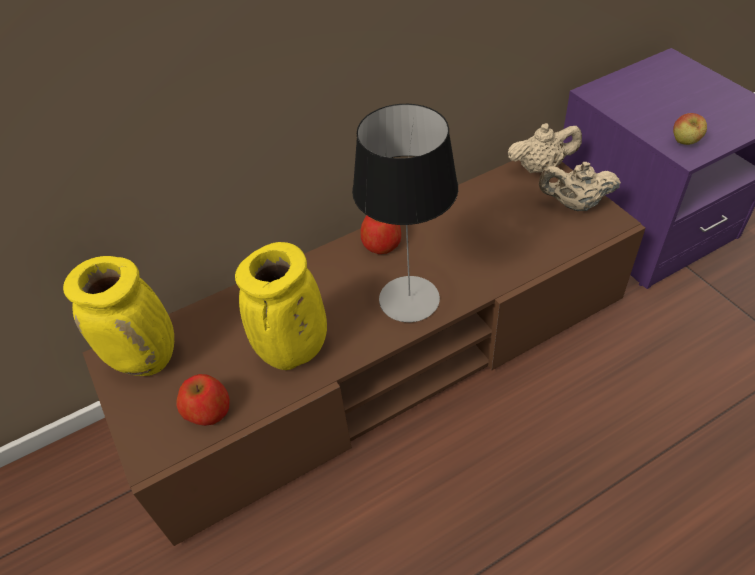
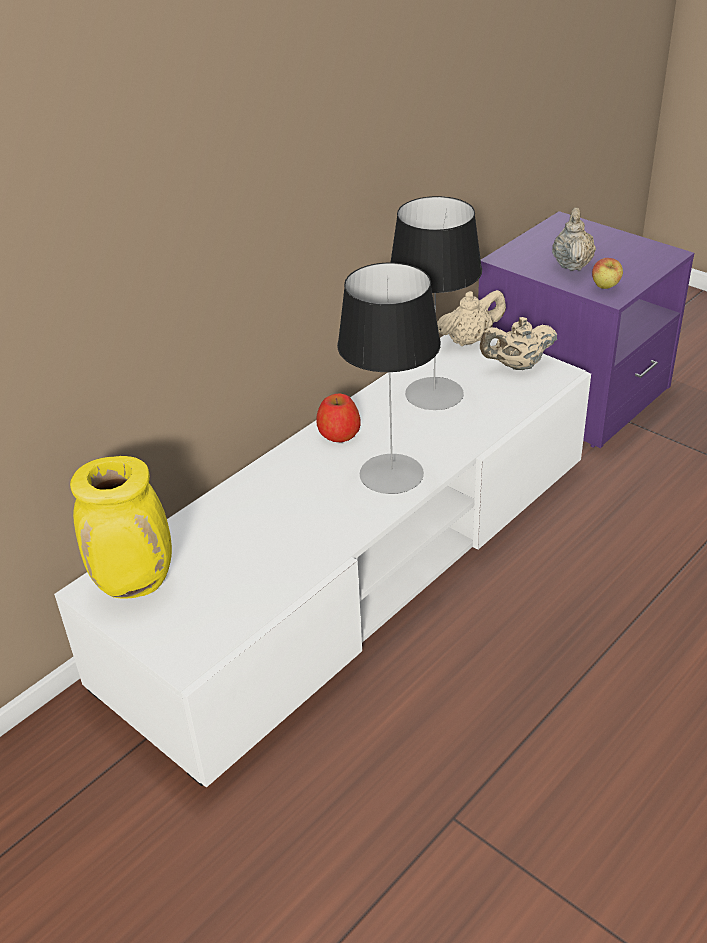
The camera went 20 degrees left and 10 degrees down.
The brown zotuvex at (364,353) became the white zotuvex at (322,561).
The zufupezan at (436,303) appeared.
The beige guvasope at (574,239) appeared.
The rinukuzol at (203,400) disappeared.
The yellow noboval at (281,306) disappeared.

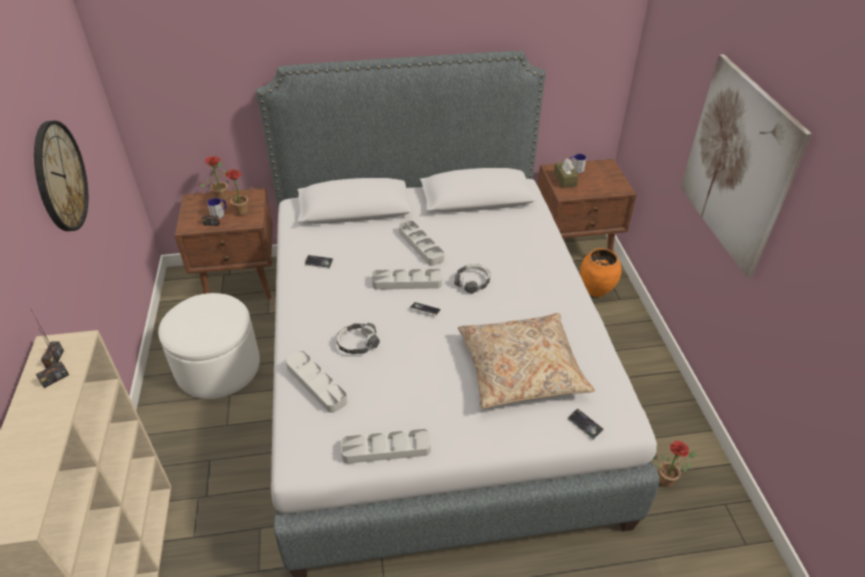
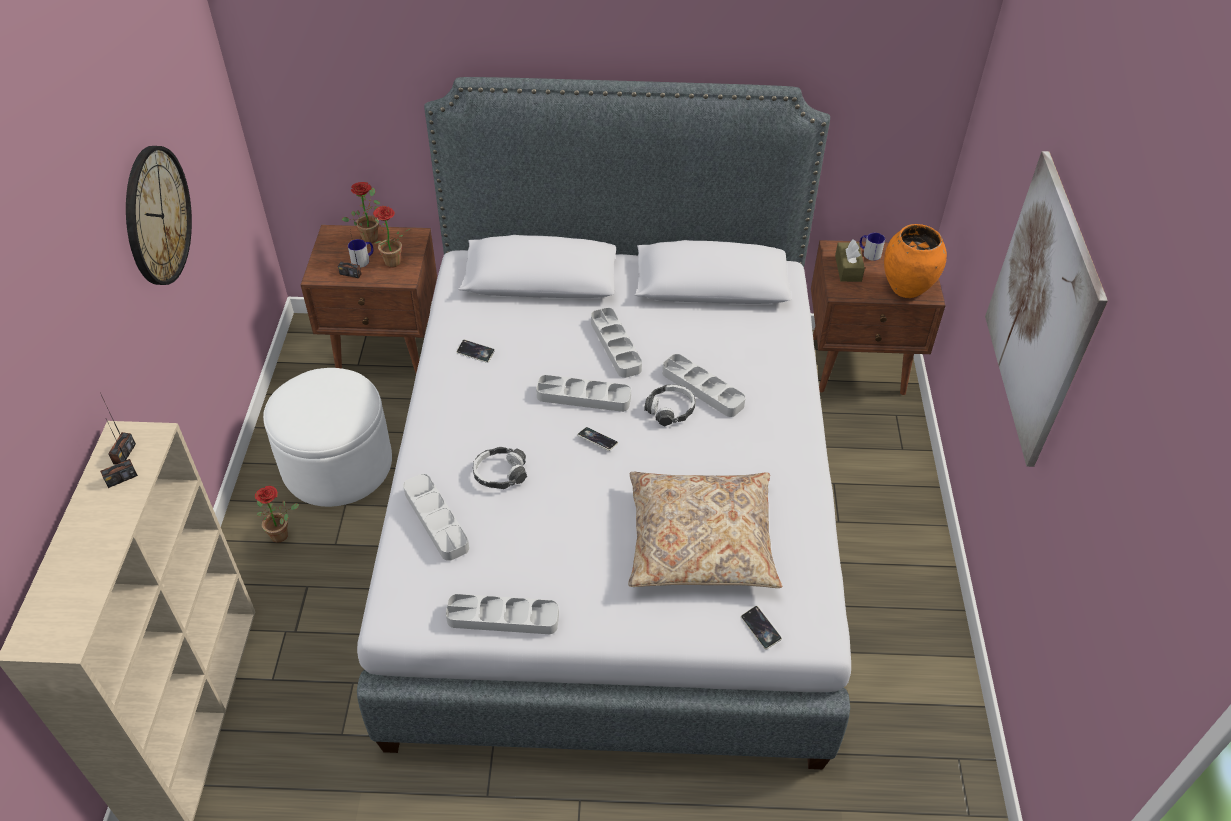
The camera went 10 degrees right and 5 degrees up.
The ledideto moved from (675,464) to (277,514).
The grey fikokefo at (704,385) appeared.
The orange noboval moved from (601,272) to (915,261).

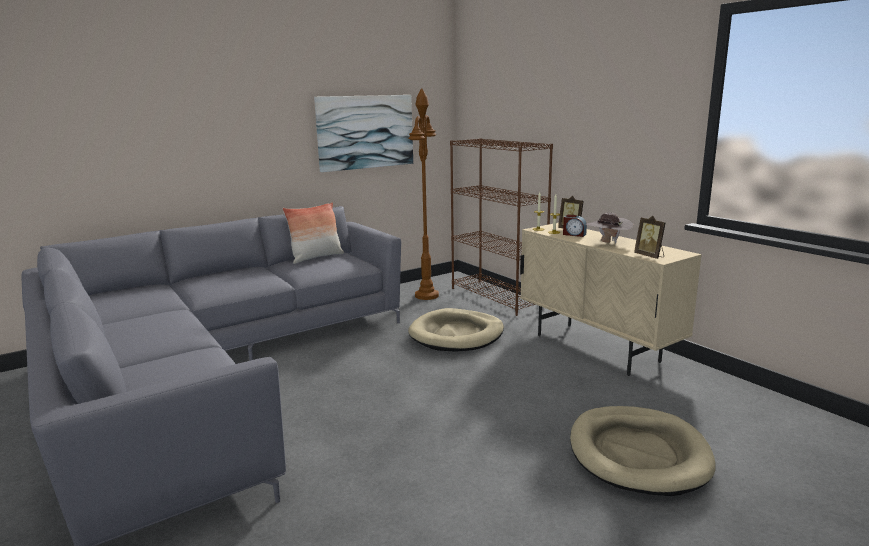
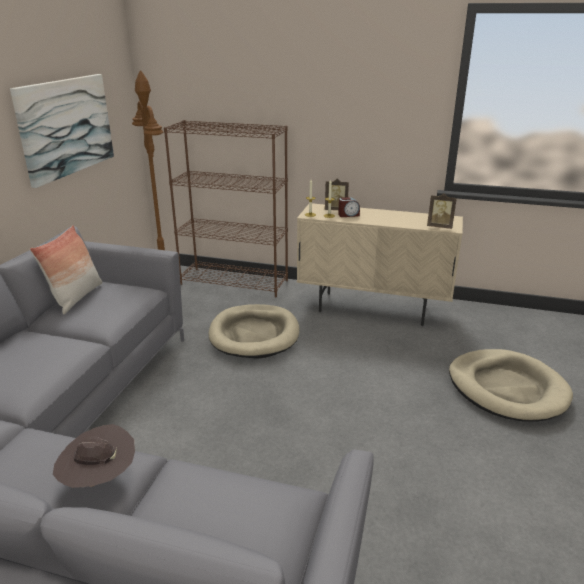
The camera went 40 degrees left and 10 degrees up.
The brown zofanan moved from (609,227) to (94,456).

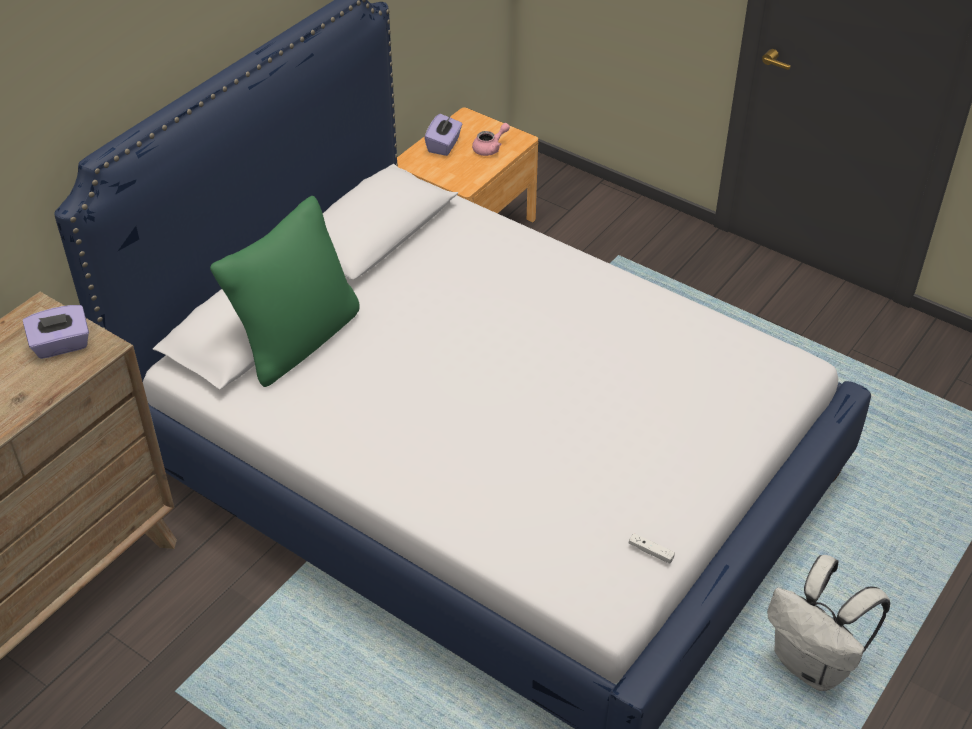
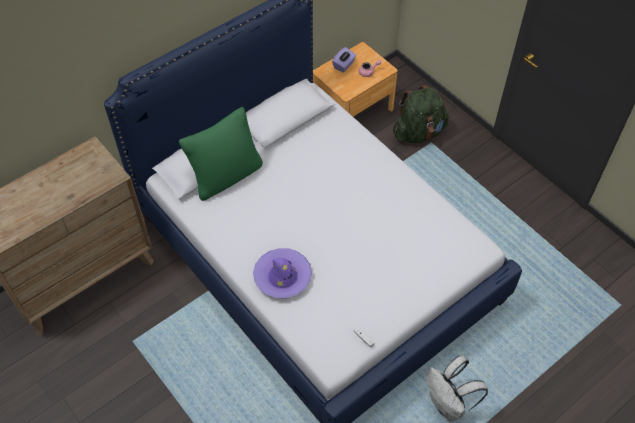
The camera went 15 degrees right and 10 degrees up.
The purple zofanan at (282,273) appeared.
The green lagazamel at (421,114) appeared.
The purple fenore at (56,332) disappeared.

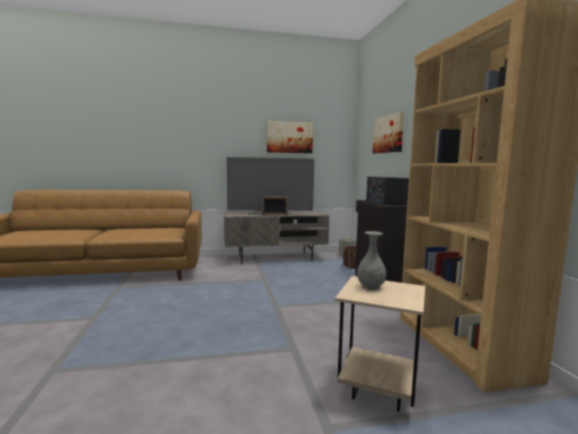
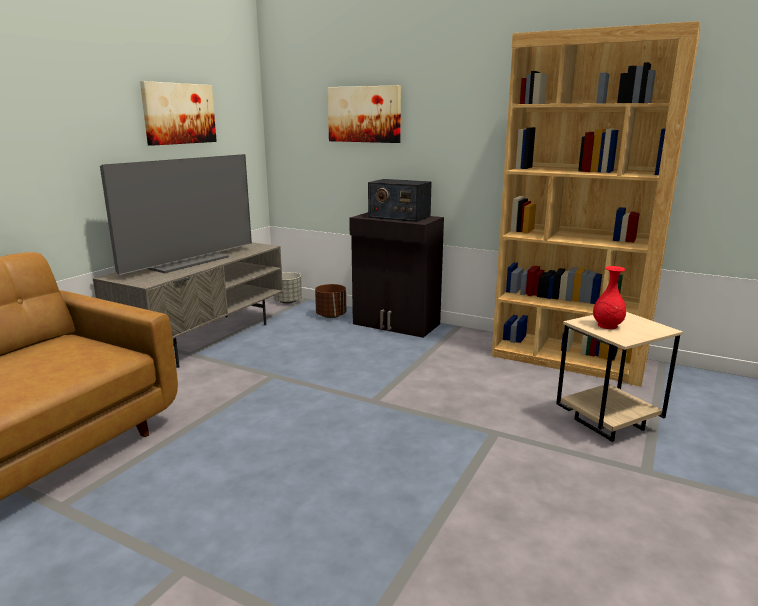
The camera went 50 degrees left and 10 degrees up.
The grey noboval at (371,260) became the red noboval at (609,297).
The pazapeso at (275,205) disappeared.

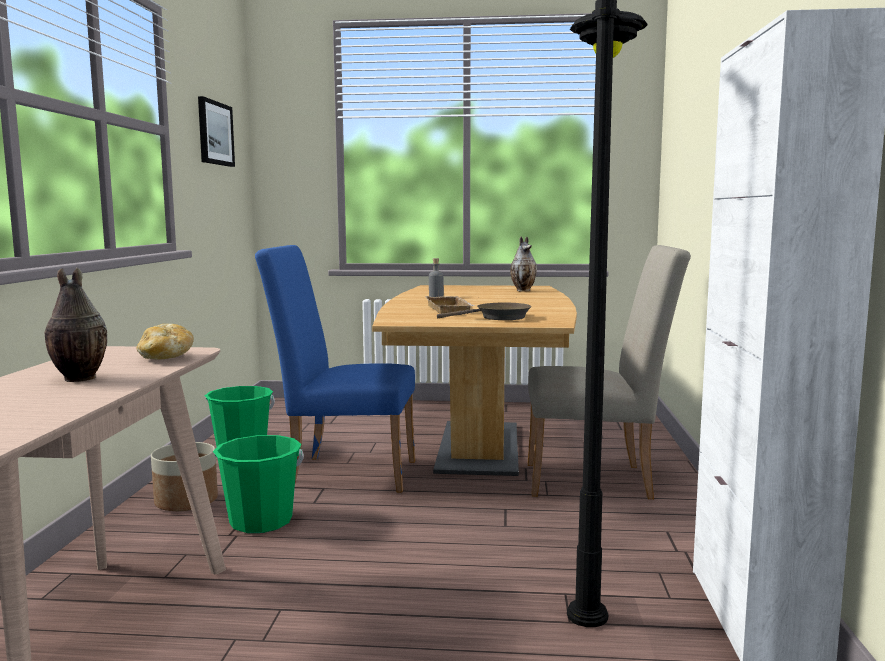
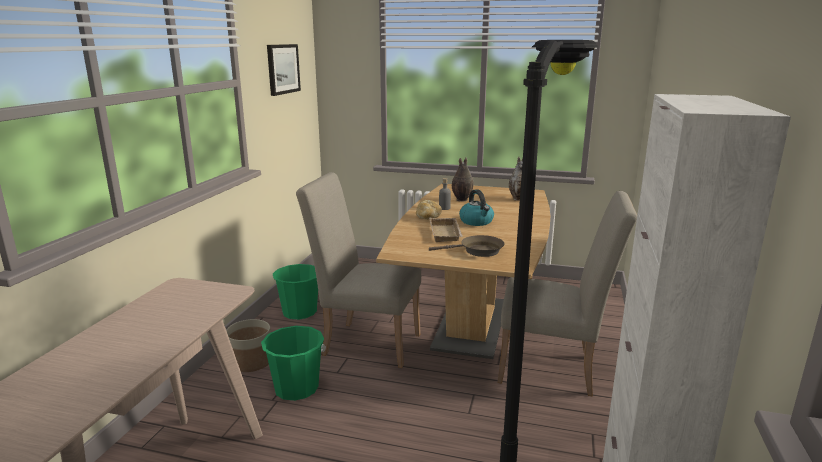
The camera went 10 degrees right and 10 degrees up.
The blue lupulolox at (335,369) became the beige lupulolox at (358,270).
The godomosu moved from (165,342) to (429,210).
The noboval moved from (75,325) to (462,180).
The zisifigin at (476,207) appeared.

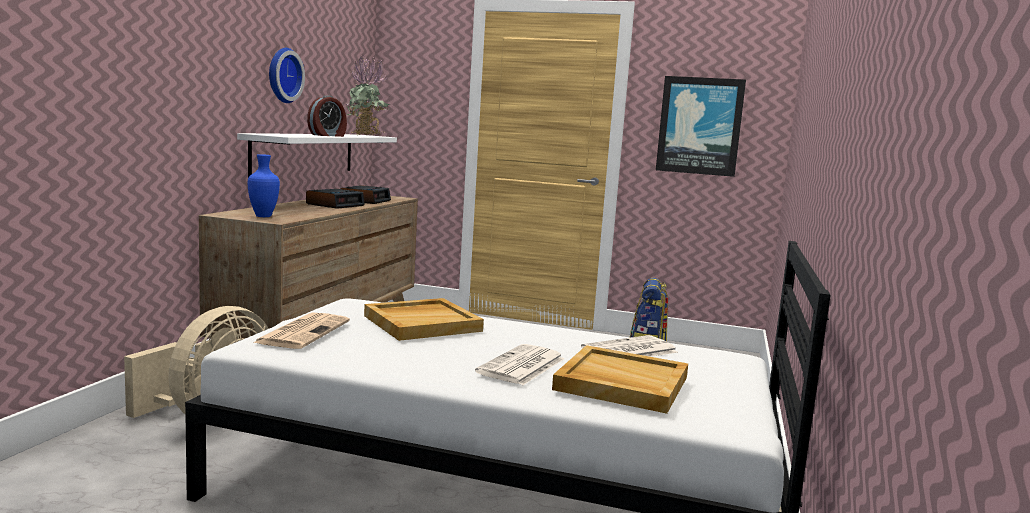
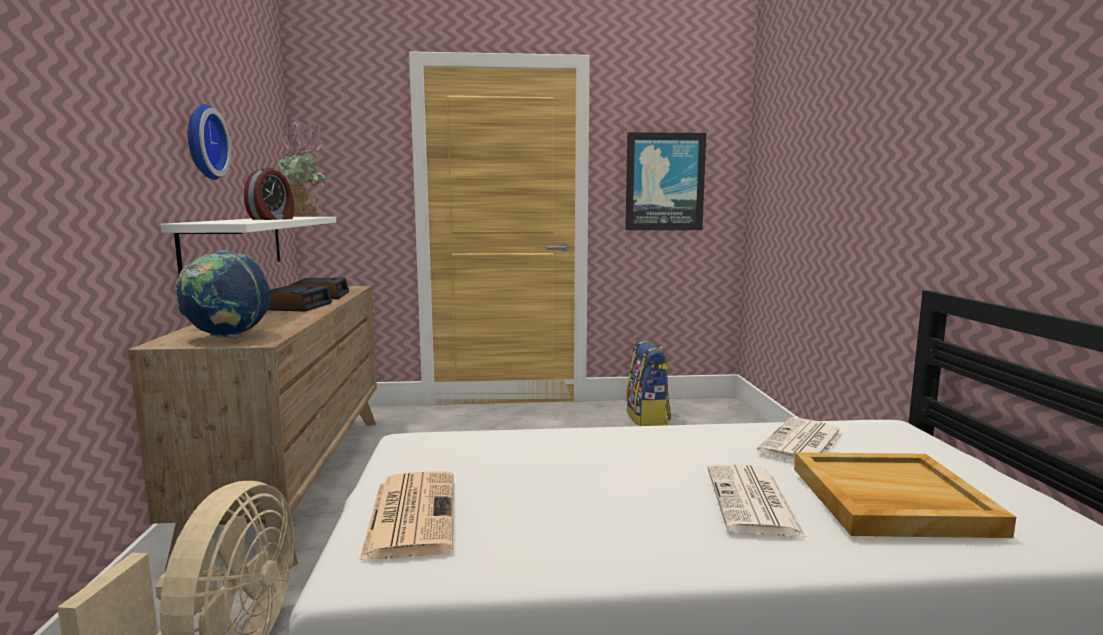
The camera went 20 degrees left and 0 degrees up.
The blue noboval at (264,185) was replaced by the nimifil at (223,294).
The beige fikokefo at (424,319) disappeared.

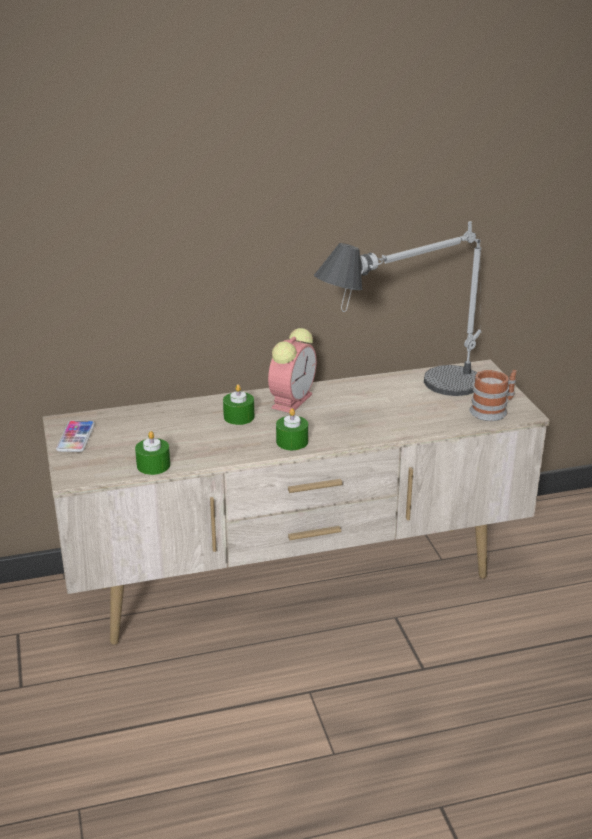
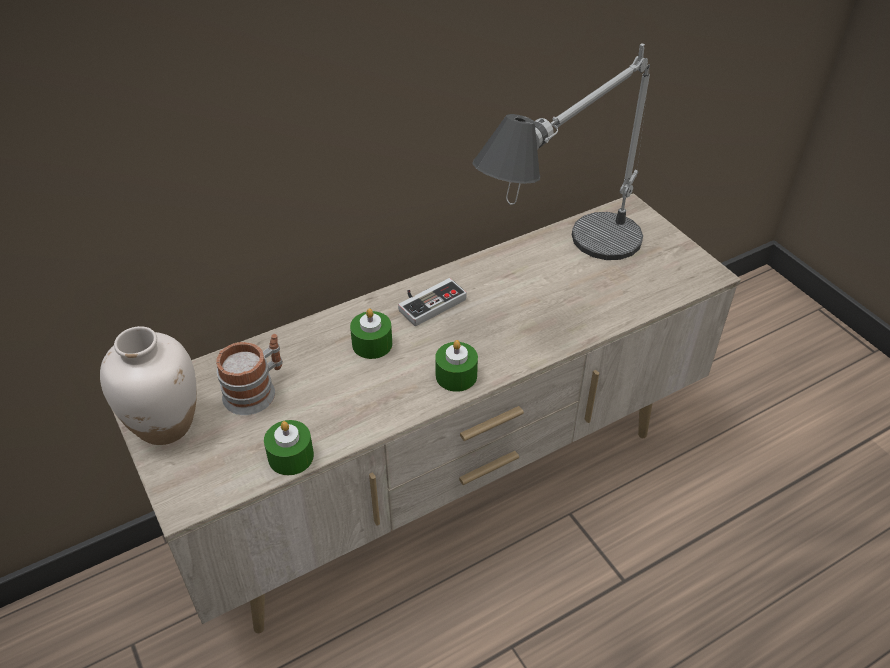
The camera went 15 degrees left and 15 degrees up.
The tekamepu at (75,436) was replaced by the white noboval at (148,385).
The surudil moved from (493,395) to (249,374).
The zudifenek at (292,370) was replaced by the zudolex at (432,302).

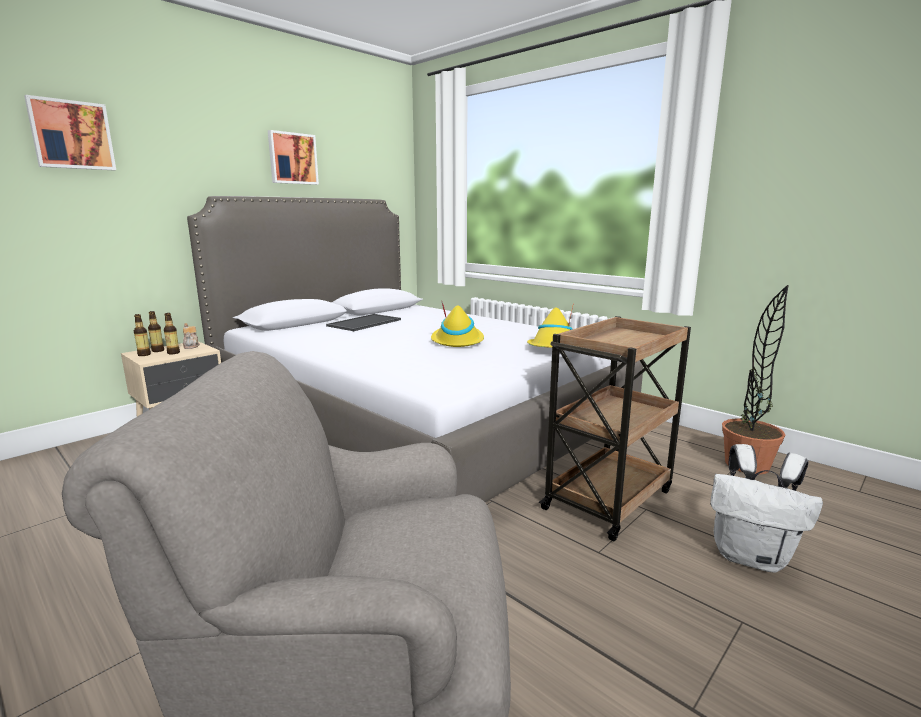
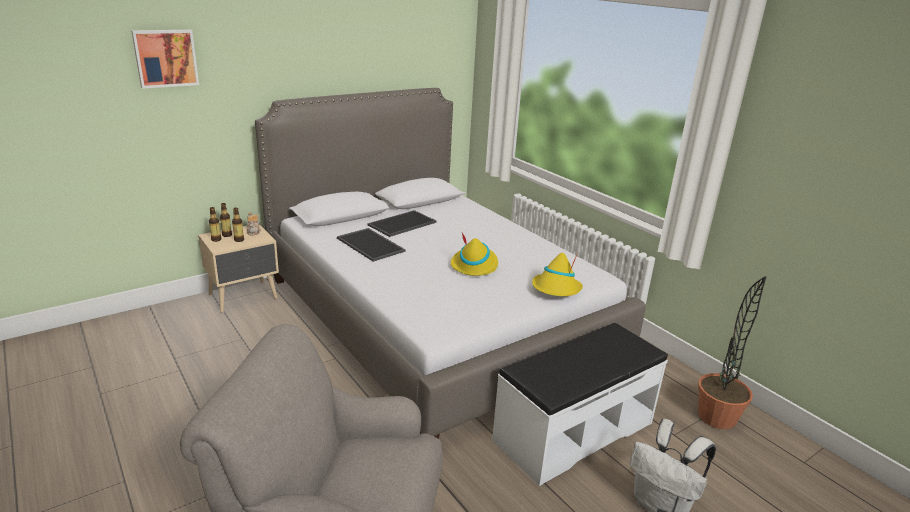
The camera went 10 degrees right and 10 degrees up.
The fikokefo at (371,245) appeared.
The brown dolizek at (615,428) was replaced by the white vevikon at (580,404).
The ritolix at (293,157) disappeared.

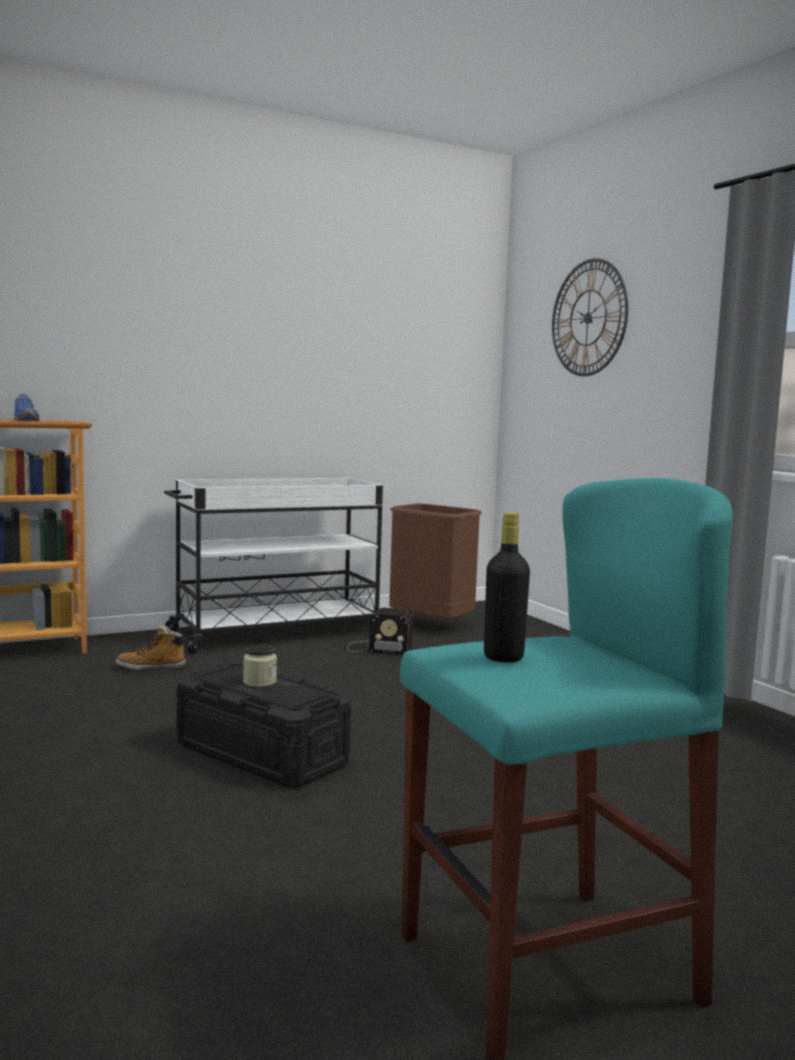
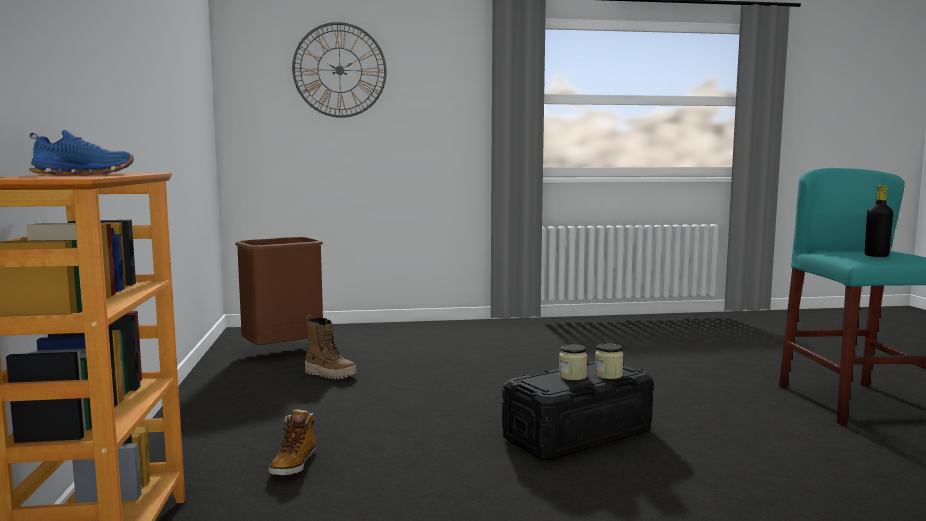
The camera went 70 degrees left and 0 degrees up.
The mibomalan at (380,631) was replaced by the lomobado at (331,347).
The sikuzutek at (609,361) appeared.
The white dolizek at (273,566) disappeared.

